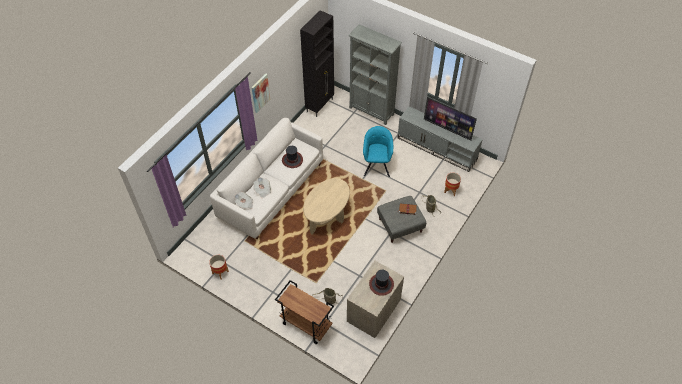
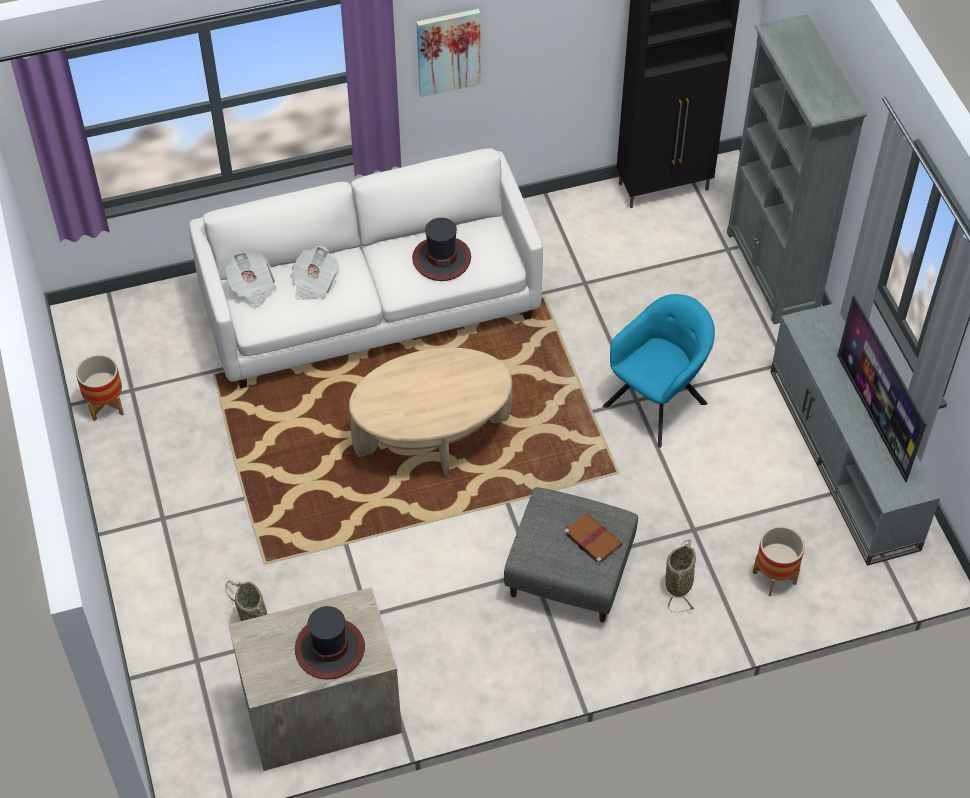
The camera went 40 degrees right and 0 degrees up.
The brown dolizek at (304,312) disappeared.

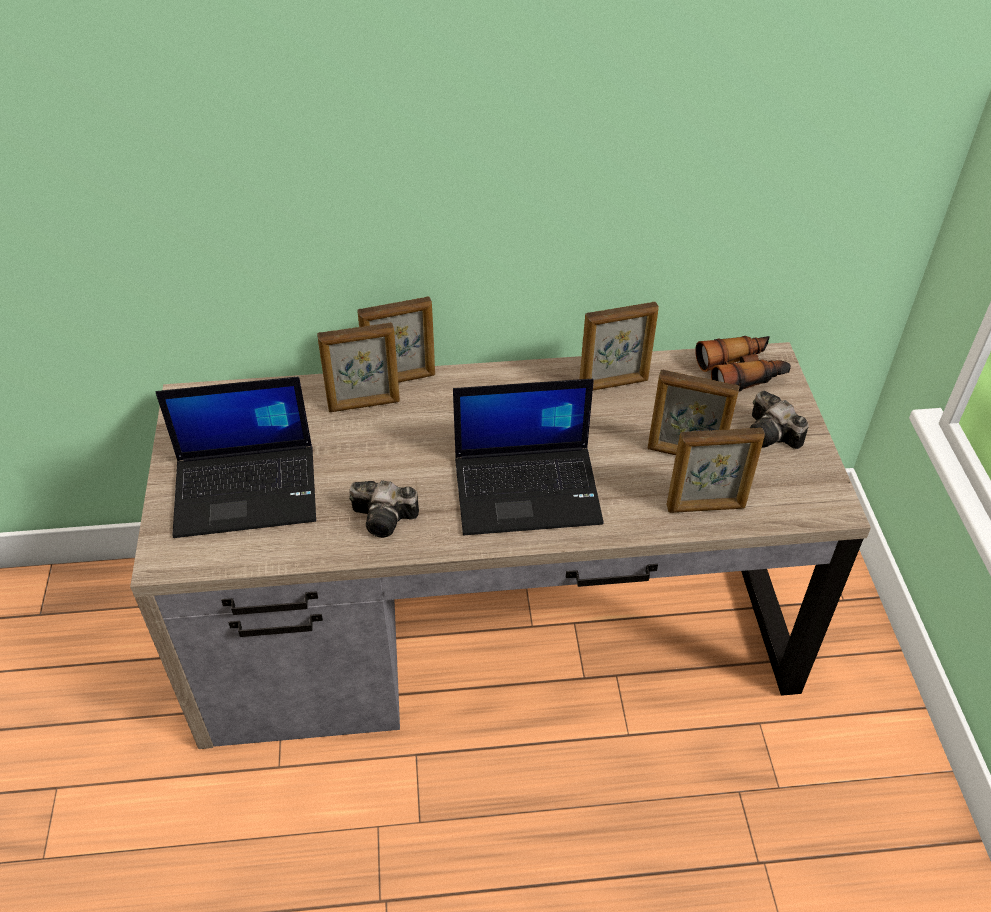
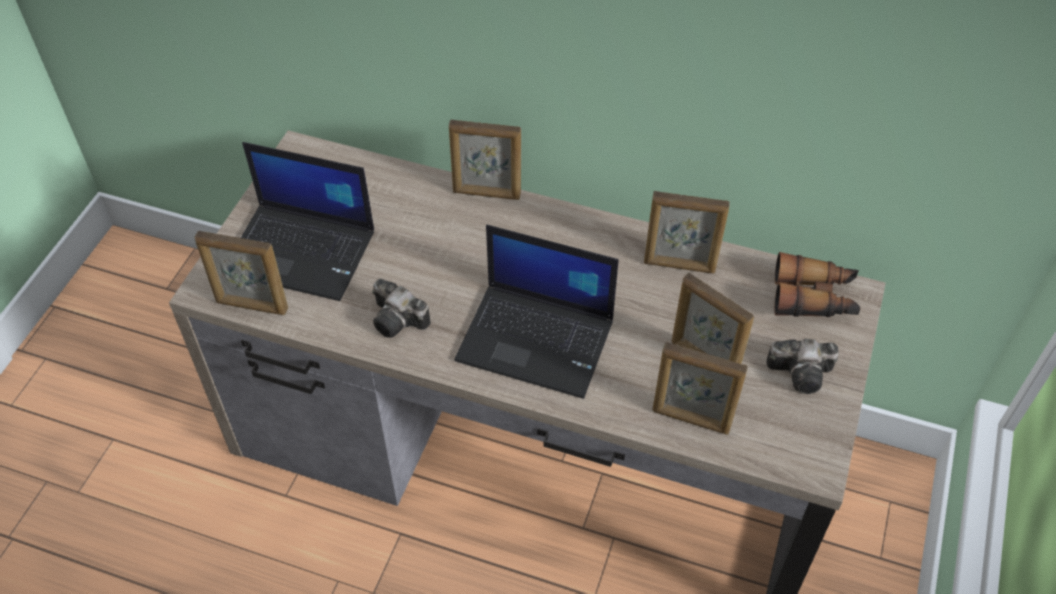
The camera went 25 degrees right and 5 degrees up.
The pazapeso moved from (358,367) to (241,273).
The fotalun at (779,420) turned 75 degrees counterclockwise.

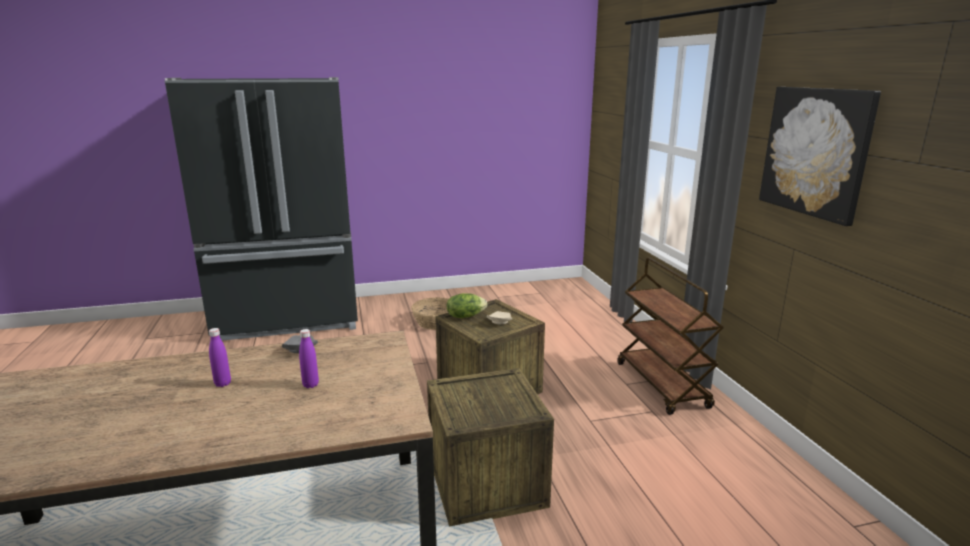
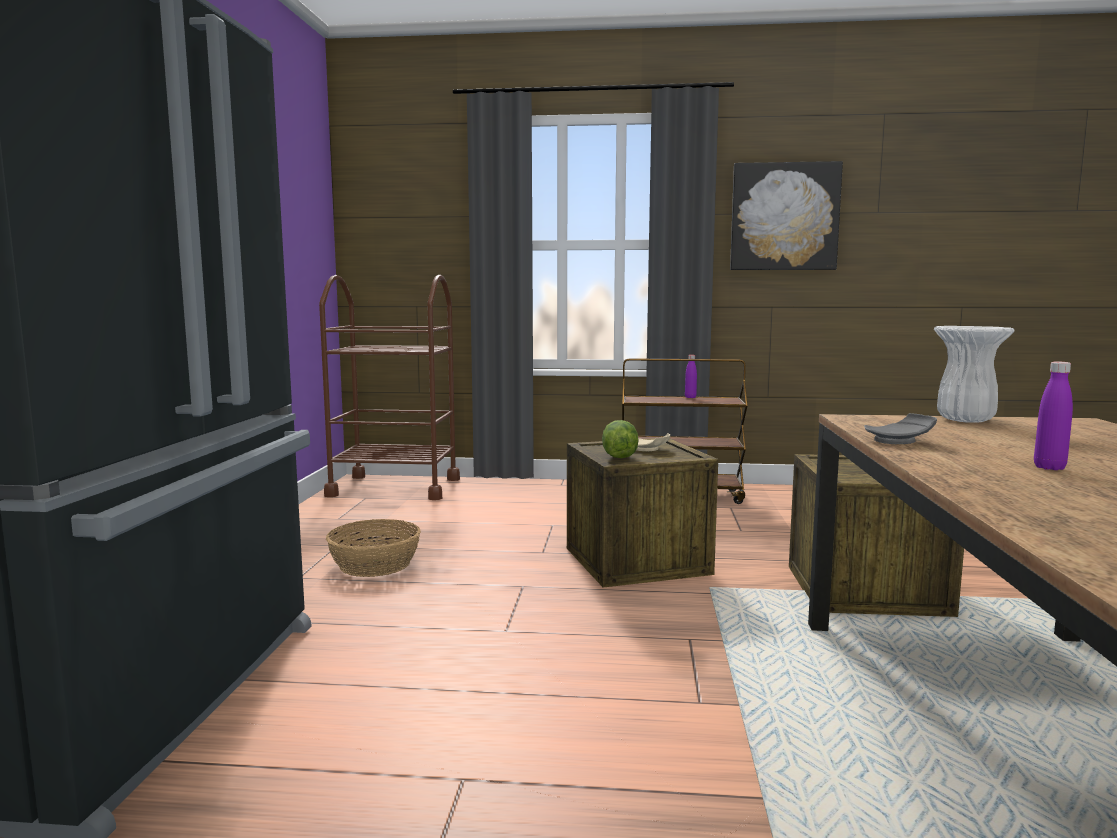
The camera went 70 degrees left and 10 degrees down.
The brown dolizek at (389,387) appeared.
The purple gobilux moved from (309,358) to (691,376).
The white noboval at (974,374) appeared.

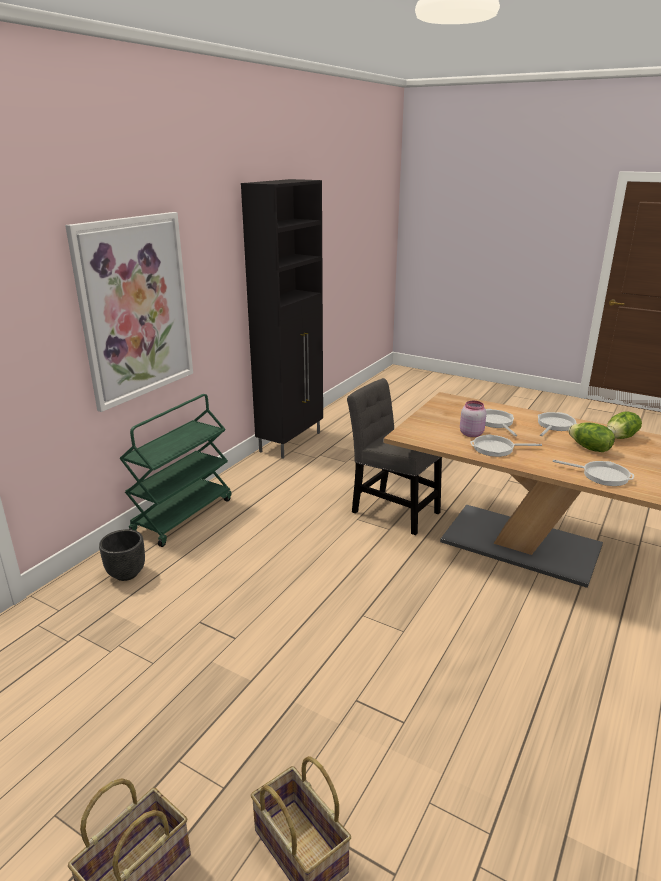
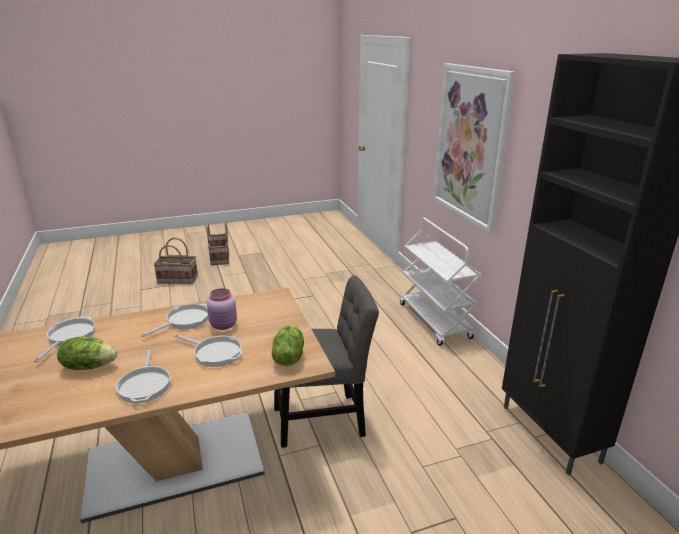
The camera went 130 degrees right and 0 degrees up.
The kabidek at (593,473) turned 120 degrees clockwise.
The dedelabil moved from (624,425) to (288,345).
The green dolizek at (175,470) became the white dolizek at (440,282).
The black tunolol at (122,555) disappeared.

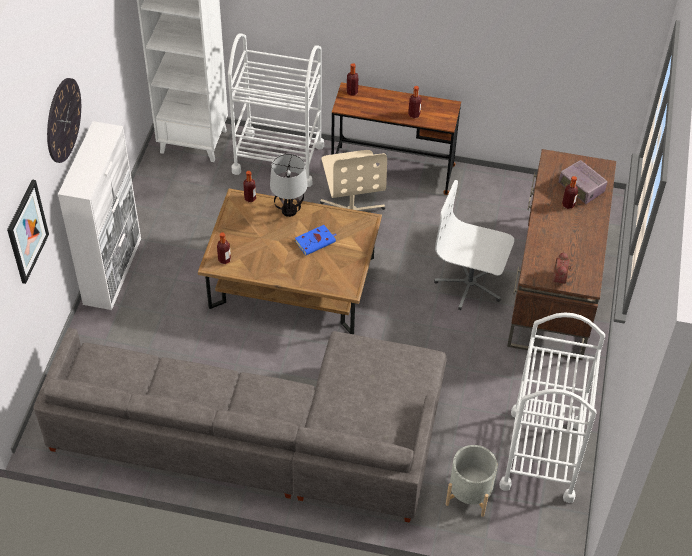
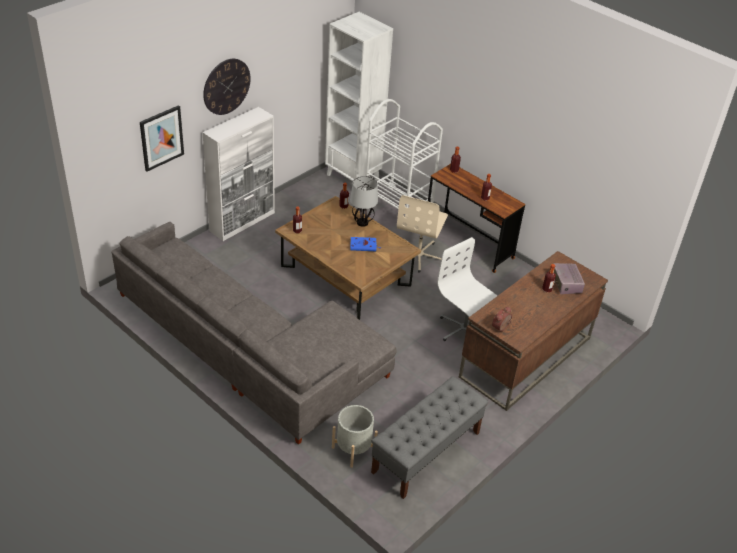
The camera went 30 degrees right and 10 degrees down.
The white dolizek at (552,407) was replaced by the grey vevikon at (429,437).

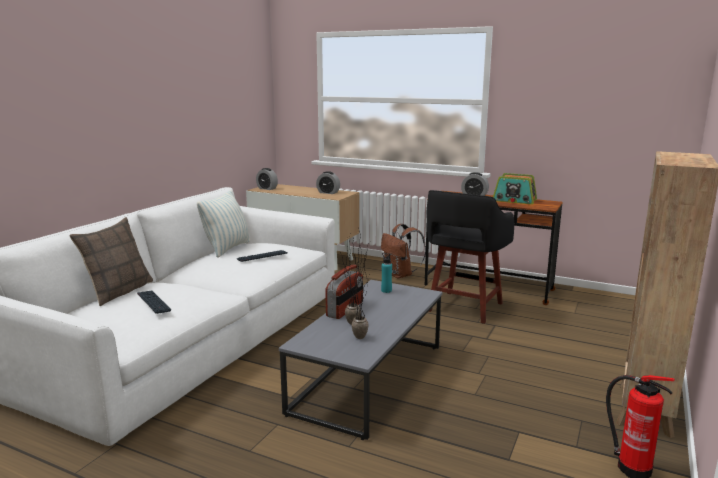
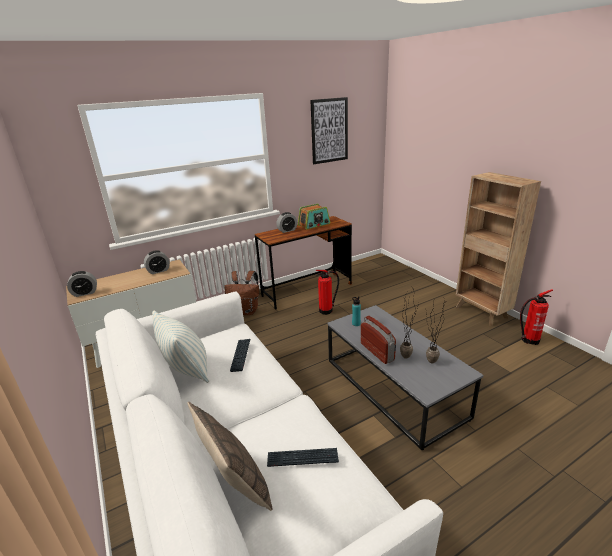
The camera went 55 degrees left and 10 degrees up.
The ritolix at (329,130) appeared.
The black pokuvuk at (470,257) was replaced by the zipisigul at (327,292).

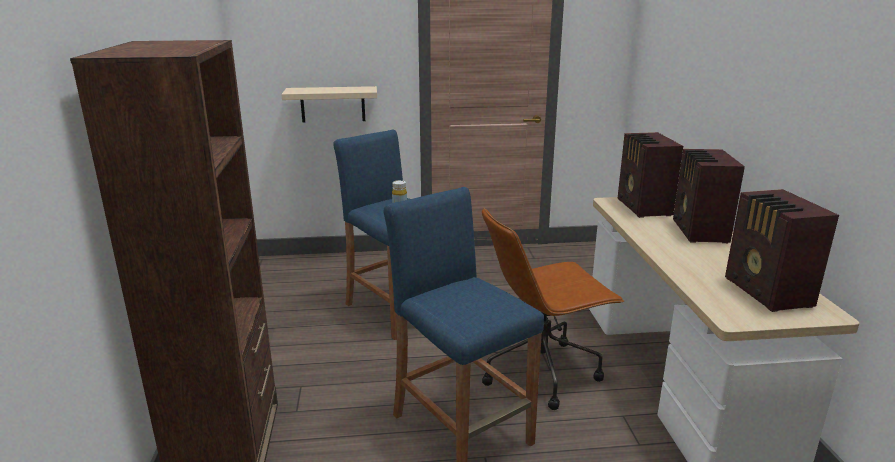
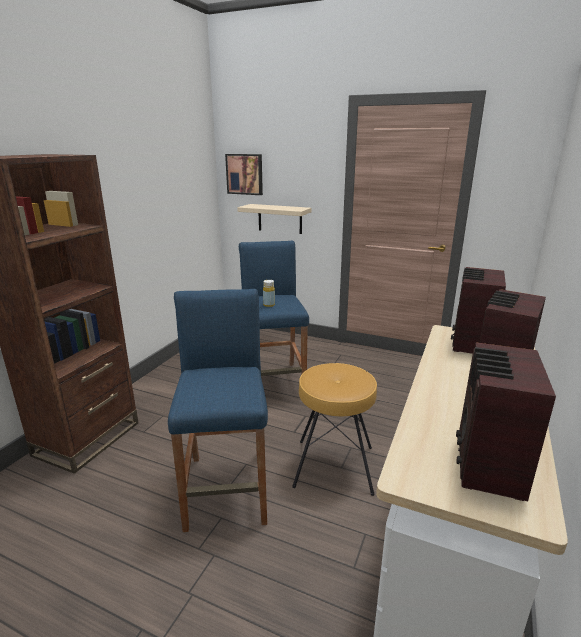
The camera went 30 degrees right and 0 degrees up.
The ritolix at (244,174) appeared.
The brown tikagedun at (553,309) was replaced by the brown pokuvuk at (334,429).

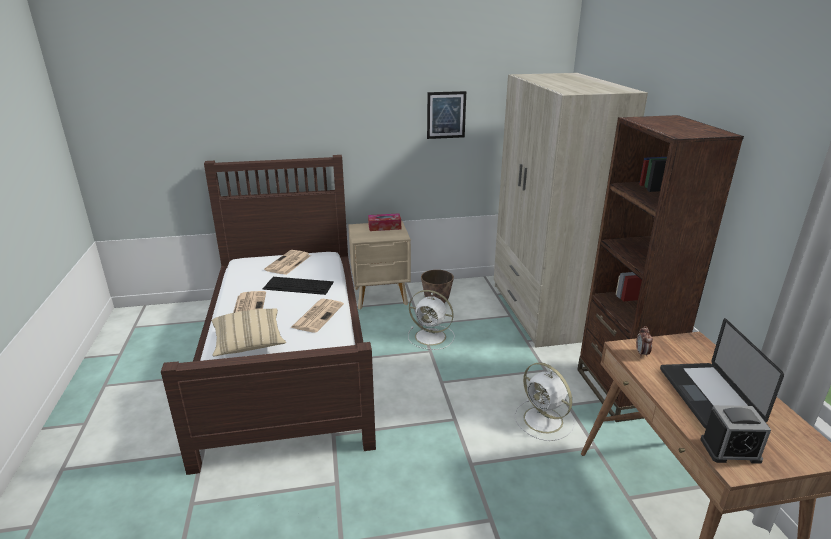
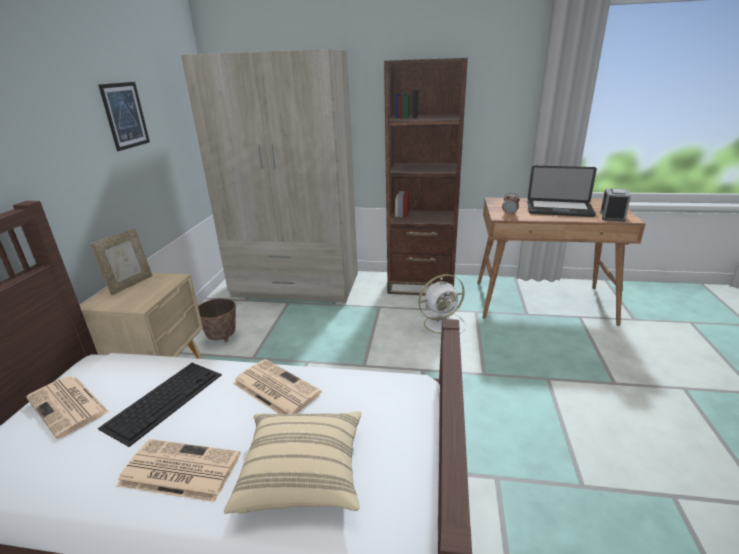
The camera went 70 degrees left and 0 degrees up.
The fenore at (384,222) was replaced by the pazapeso at (121,261).
The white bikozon at (431,320) disappeared.

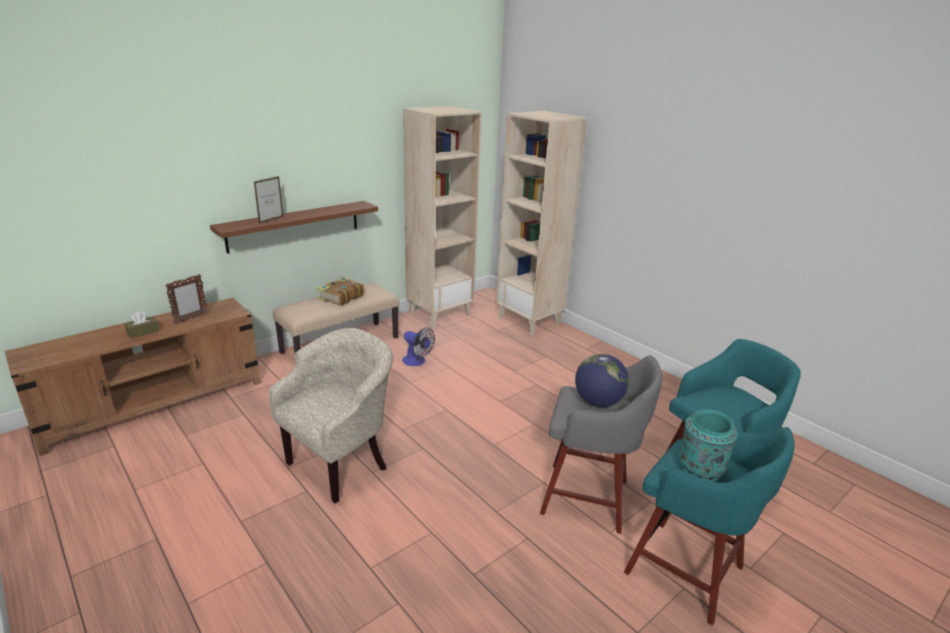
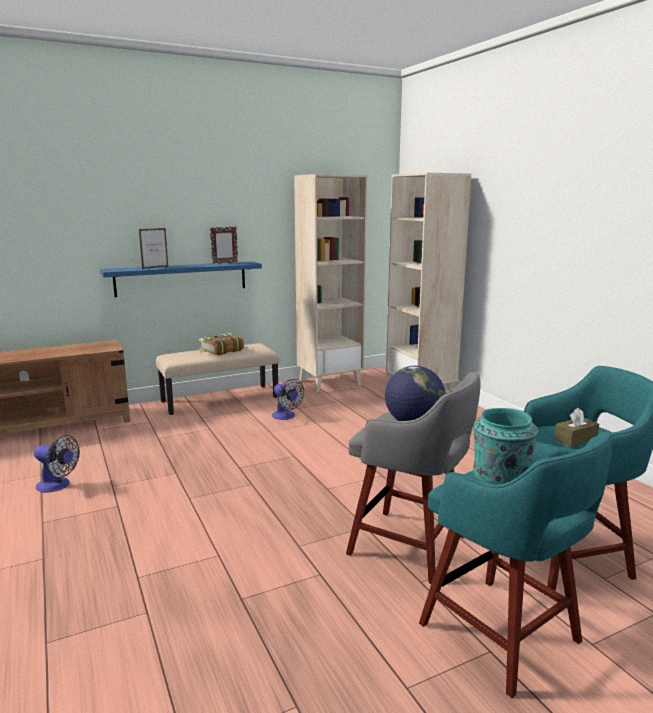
The camera went 15 degrees right and 10 degrees down.
The bikozon at (57,464) appeared.
The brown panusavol at (294,227) became the blue panusavol at (181,279).
The pazapeso moved from (186,299) to (224,245).
The brown fenore moved from (141,325) to (576,427).
The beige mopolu at (331,415) disappeared.

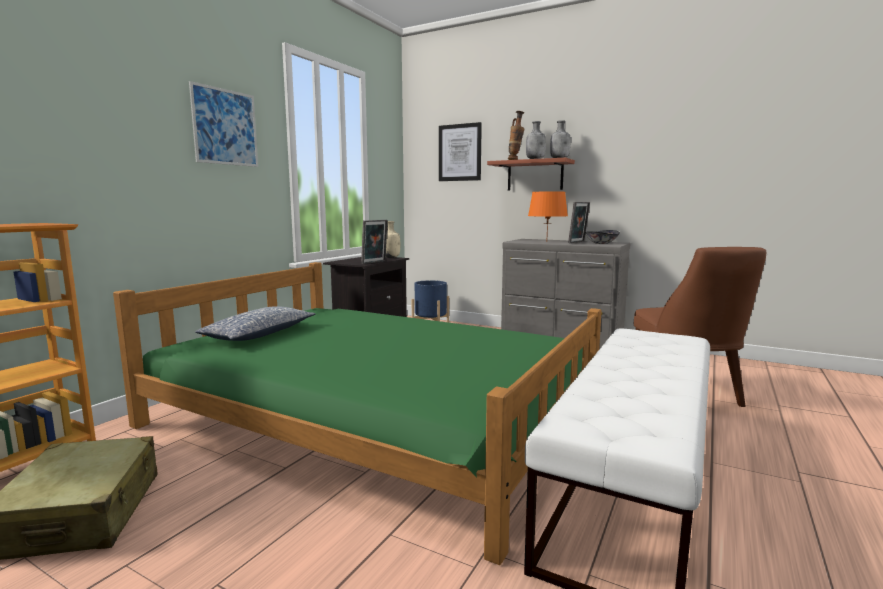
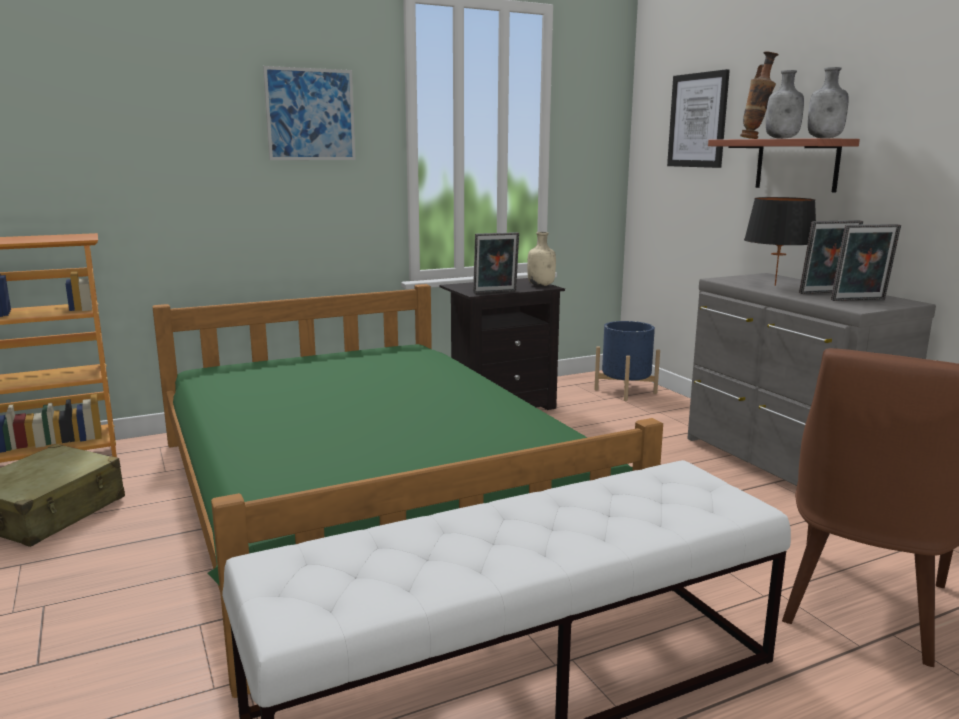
The camera went 35 degrees right and 5 degrees up.
The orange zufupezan at (548,212) became the black zufupezan at (780,241).
The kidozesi at (602,237) was replaced by the pazapeso at (866,262).
The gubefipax at (255,323) disappeared.

